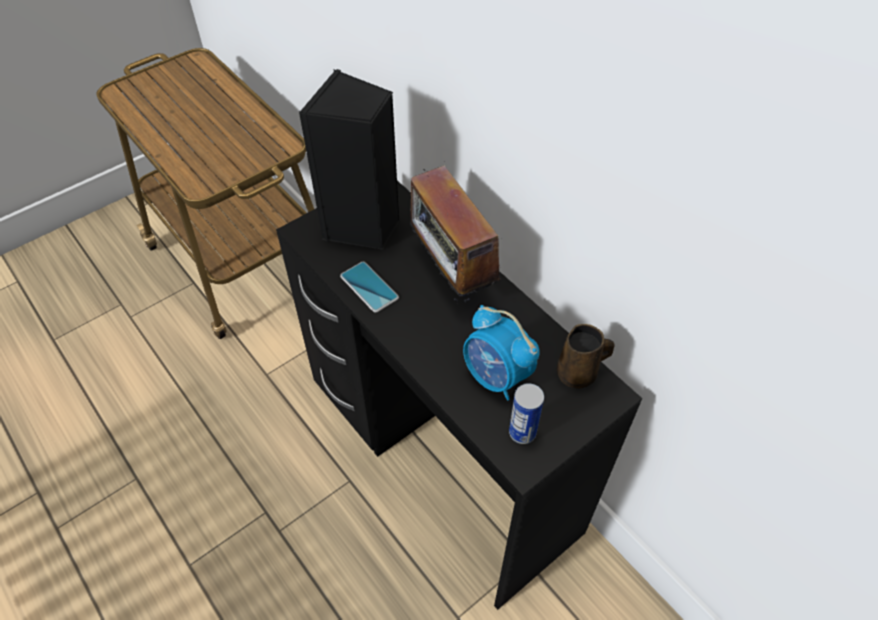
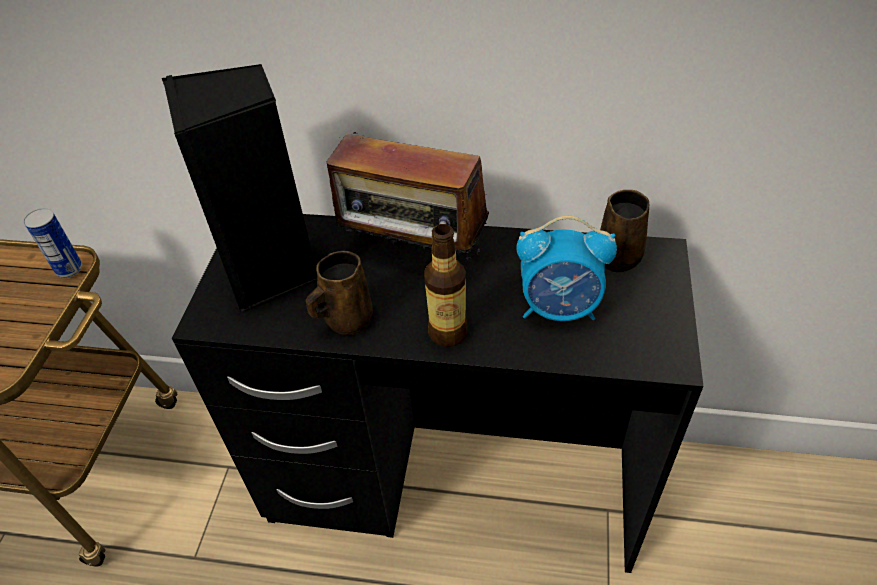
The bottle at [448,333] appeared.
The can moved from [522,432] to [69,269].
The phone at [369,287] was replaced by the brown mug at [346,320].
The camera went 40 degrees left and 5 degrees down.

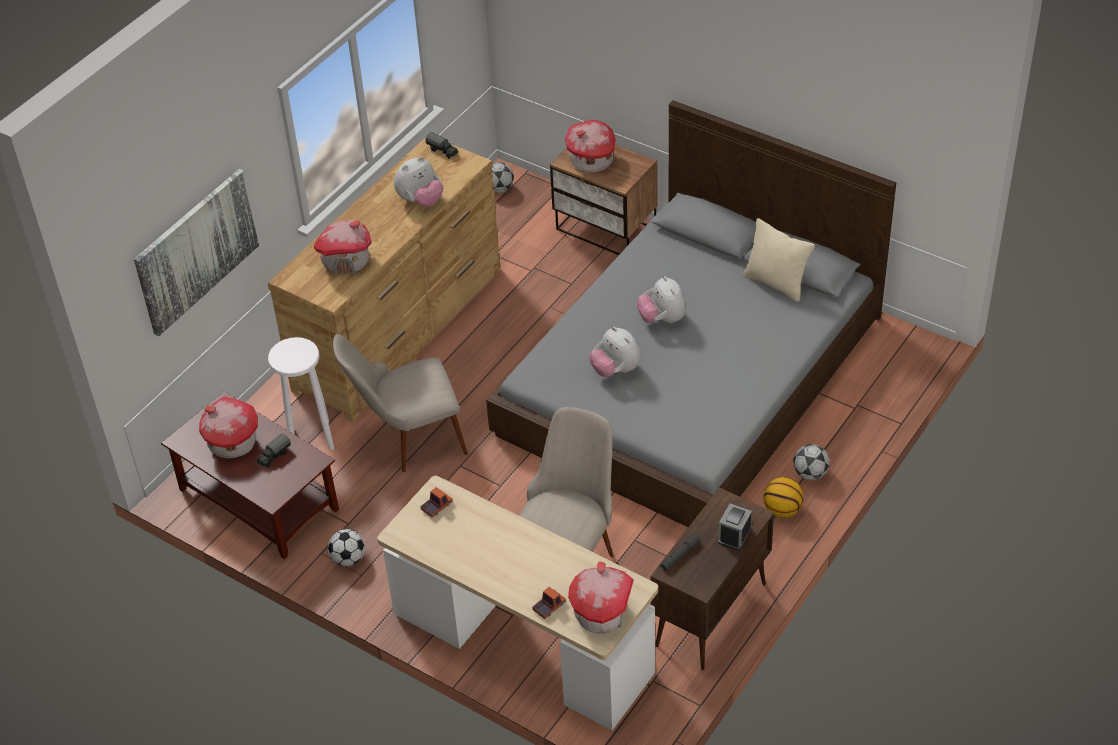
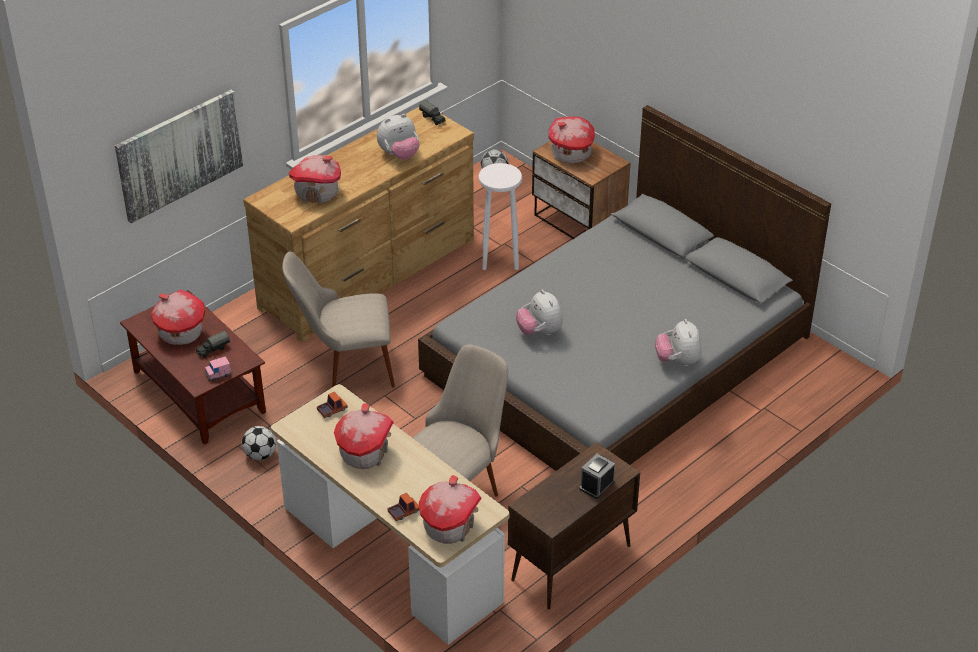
The grey flashlight at [680,555] disappeared.
The beige pillow at [776,283] disappeared.
The basketball at [782,510] disappeared.
The football at [810,473] disappeared.
The pink toy car at [218,374] appeared.
The toy house at [364,453] appeared.
The white stool moved from [310,438] to [499,258].
The plush toy moved from [662,319] to [678,361].
The camera went 10 degrees right and 5 degrees down.

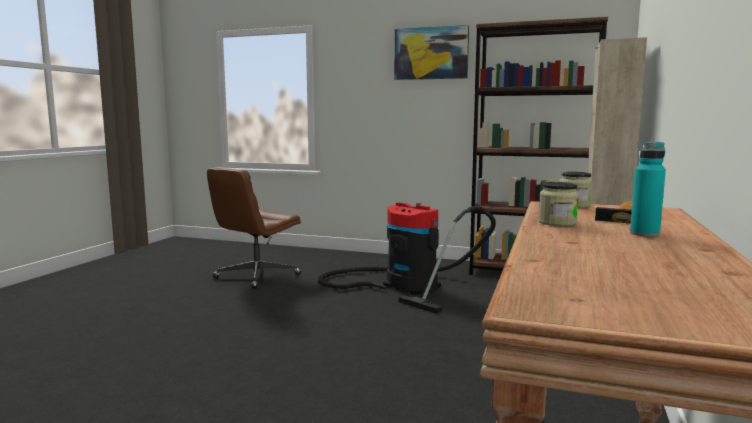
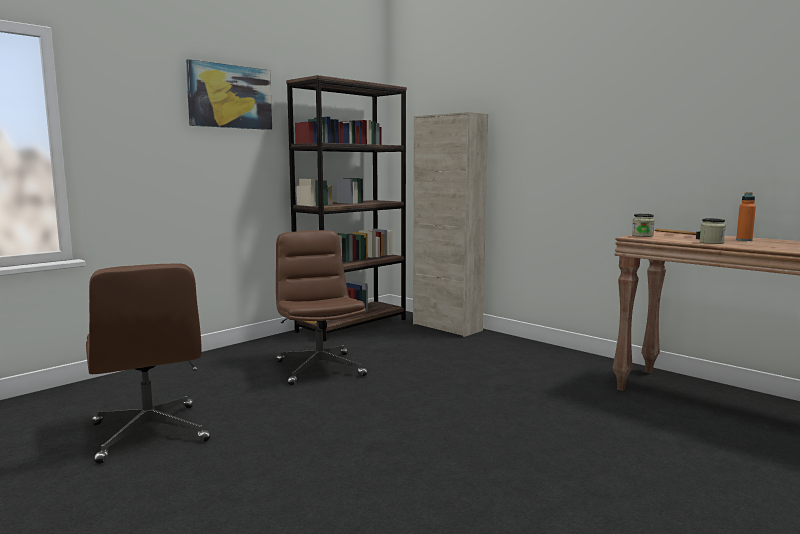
The vacuum cleaner at [405,285] was replaced by the brown office chair at [319,368].
The turquoise bottle at [644,234] became the orange bottle at [744,240].
The camera went 65 degrees left and 0 degrees up.

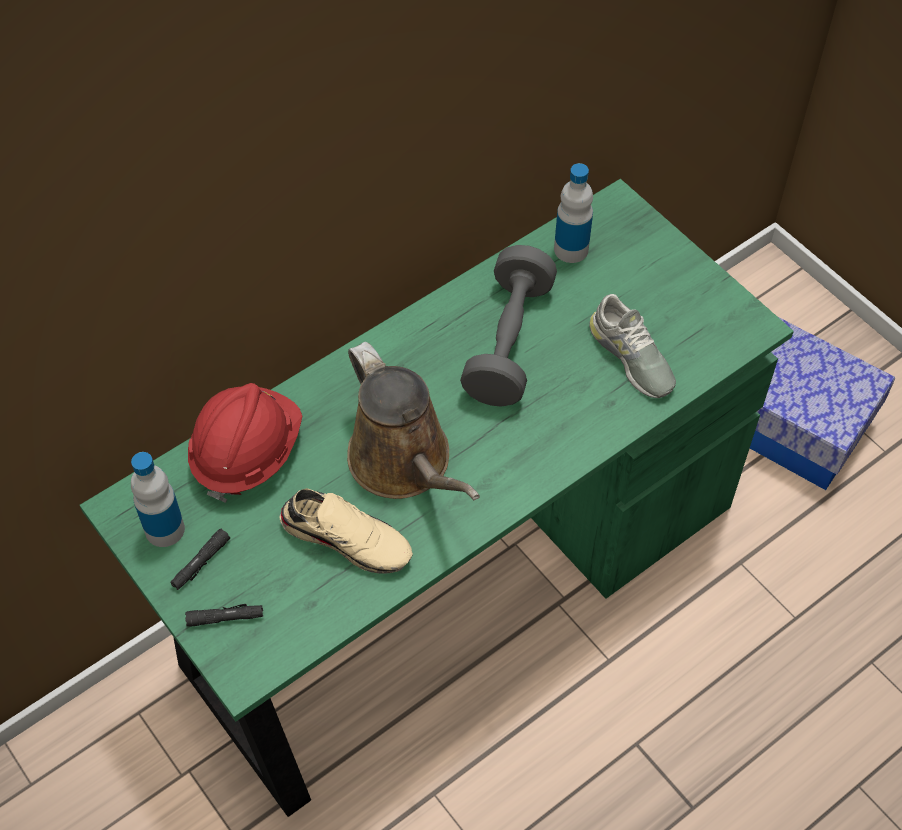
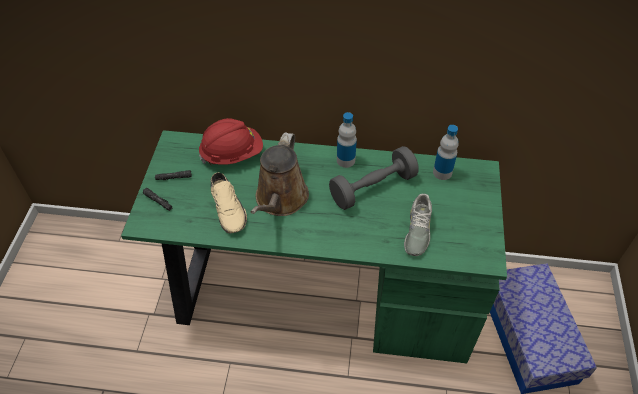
The bottle moved from [165,529] to [345,160].
The camera went 45 degrees right and 5 degrees down.

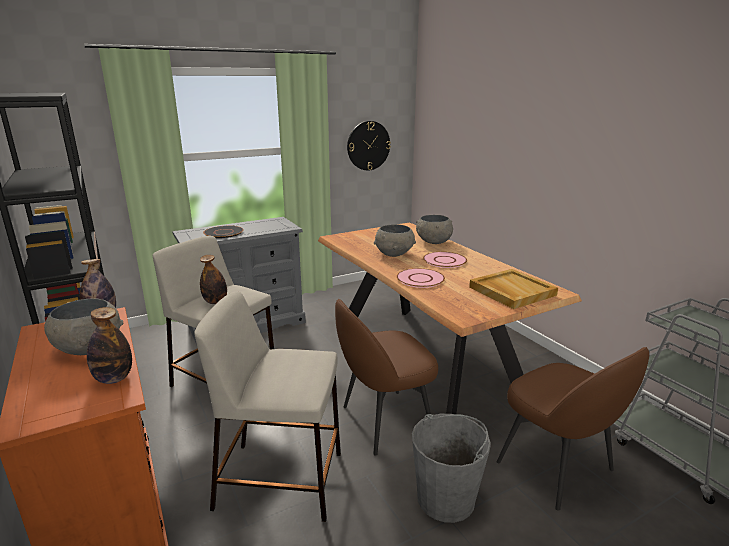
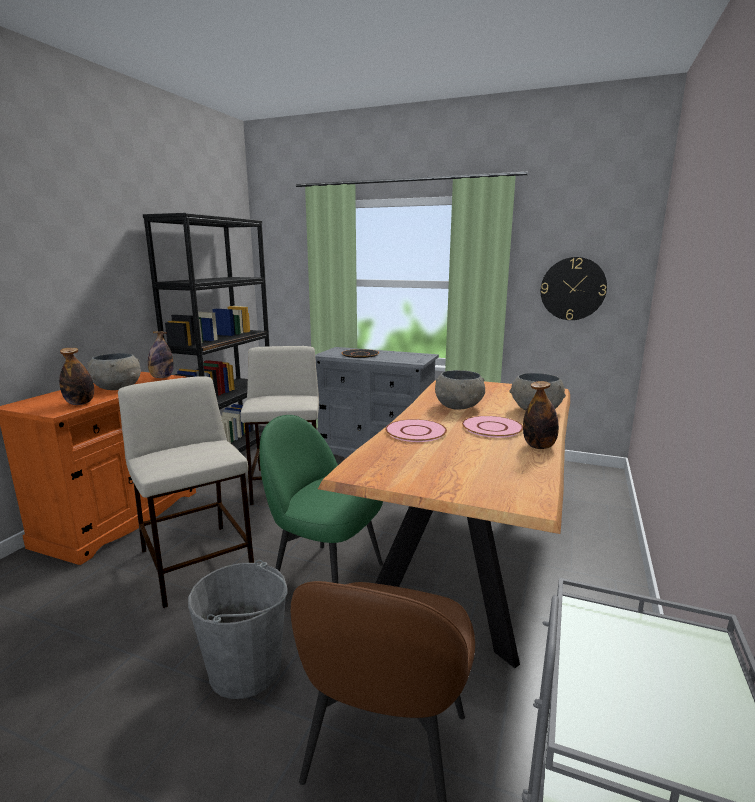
The beige tray at [511,291] disappeared.
The bottle moved from [215,302] to [539,446].
The brown chair at [384,421] became the green chair at [325,577].
The camera went 50 degrees right and 5 degrees down.

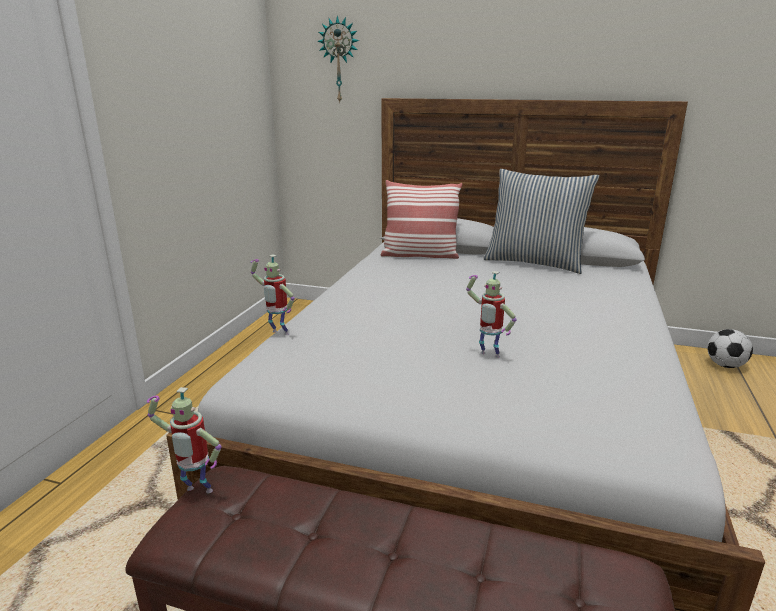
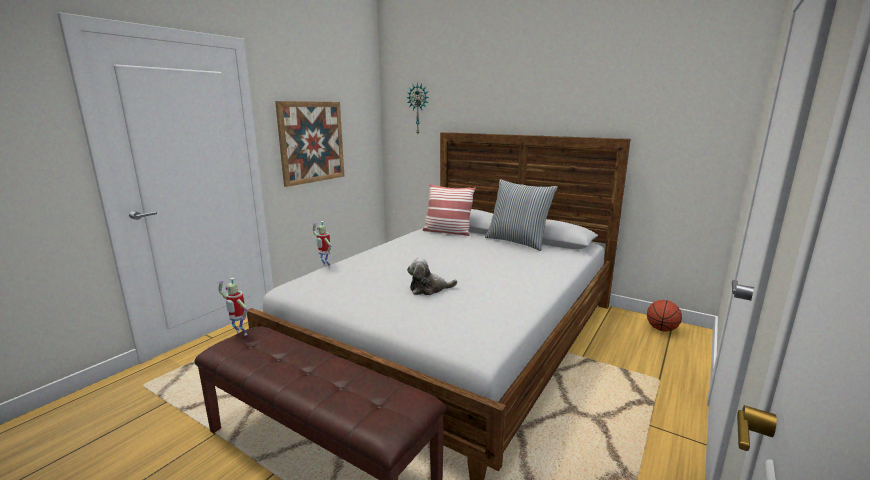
The picture at [312,142] appeared.
The toy robot at [488,356] was replaced by the plush toy at [429,289].
The football at [725,365] was replaced by the basketball at [661,329].
The camera went 15 degrees right and 5 degrees down.

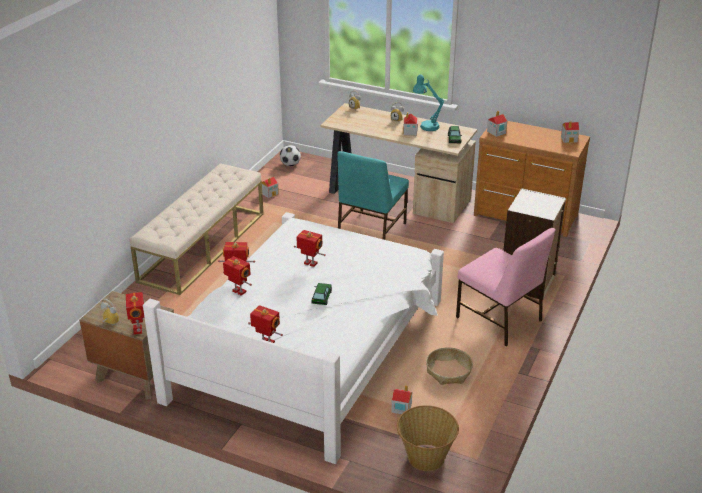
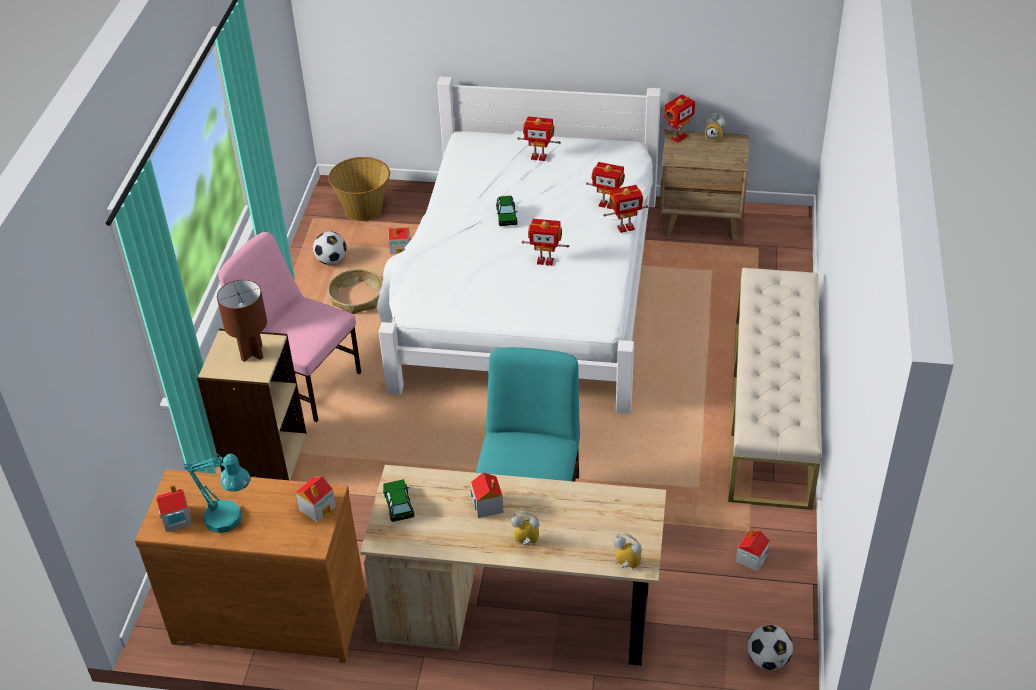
The brown table lamp at [251,353] appeared.
The football at [331,260] appeared.
The turquoise table lamp moved from [426,125] to [230,520].
The toy robot at [138,329] turned 75 degrees clockwise.
The camera went 165 degrees right and 10 degrees up.

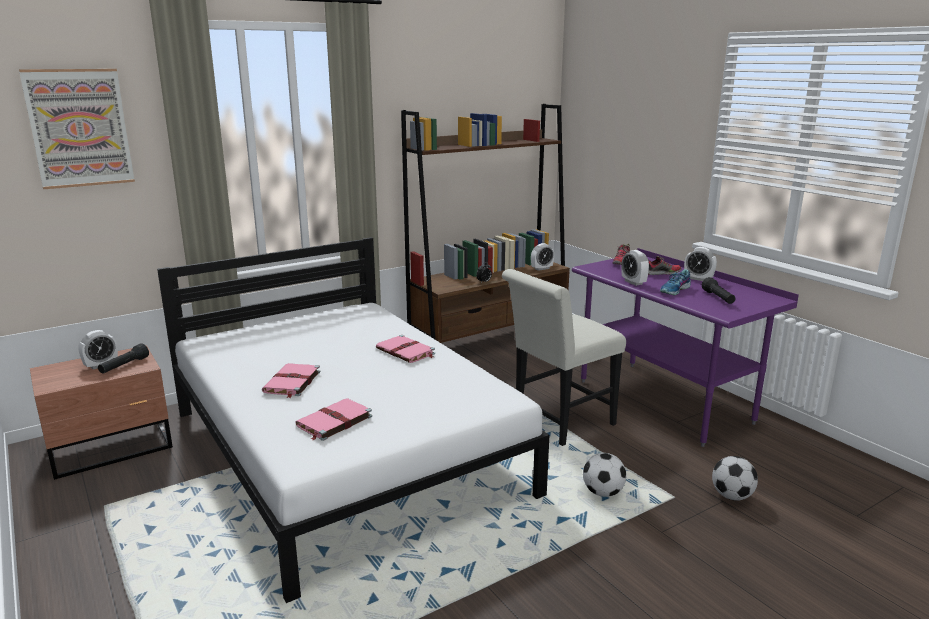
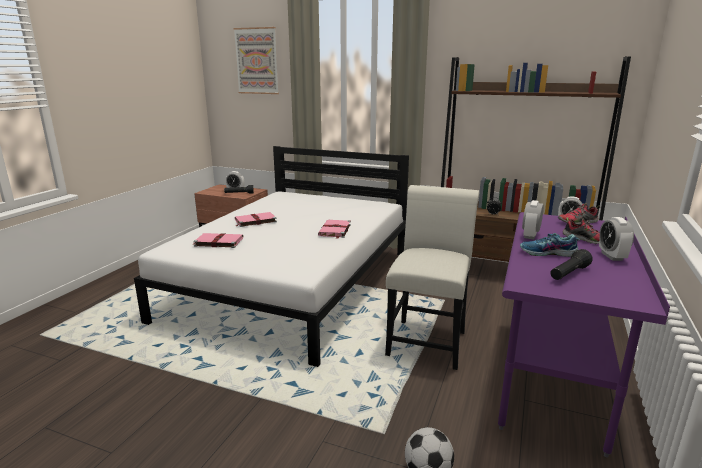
The football at [603,492] disappeared.
The white chair at [558,423] turned 90 degrees clockwise.
The camera went 55 degrees right and 0 degrees up.

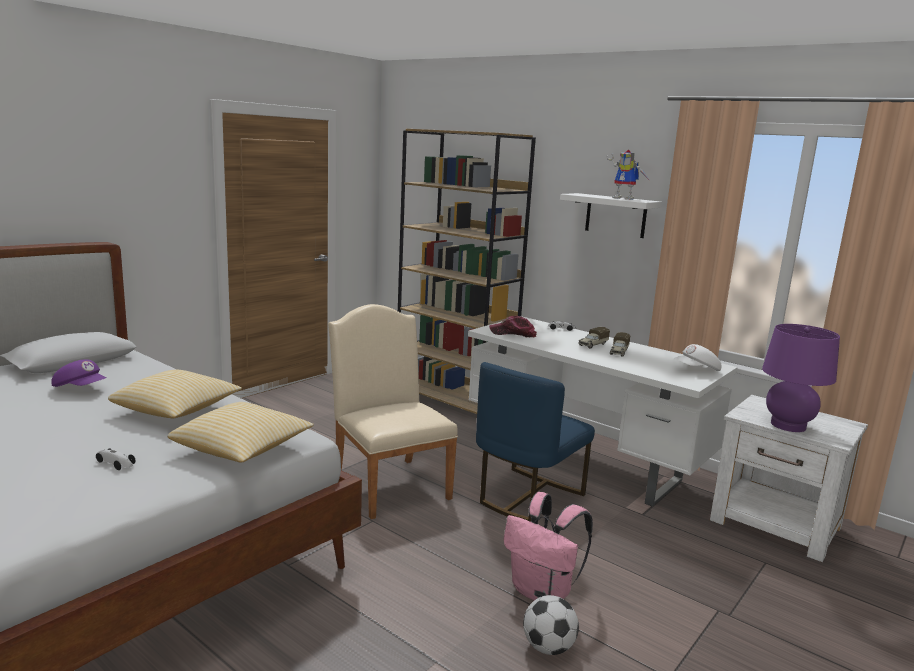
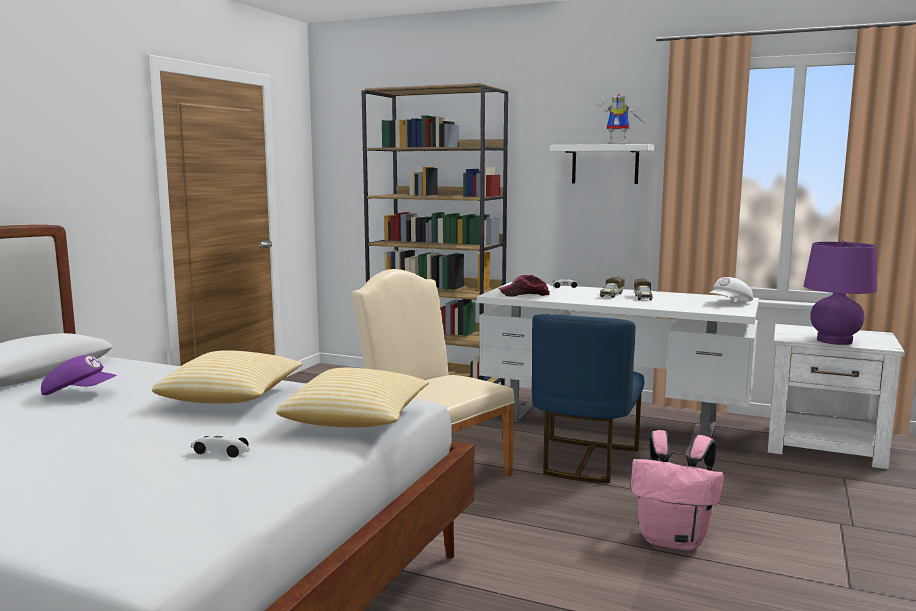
The football at [548,647] disappeared.
The camera went 15 degrees left and 5 degrees down.

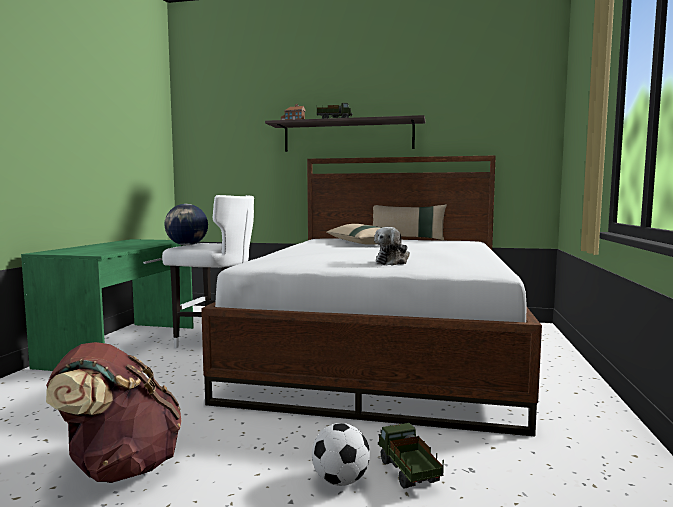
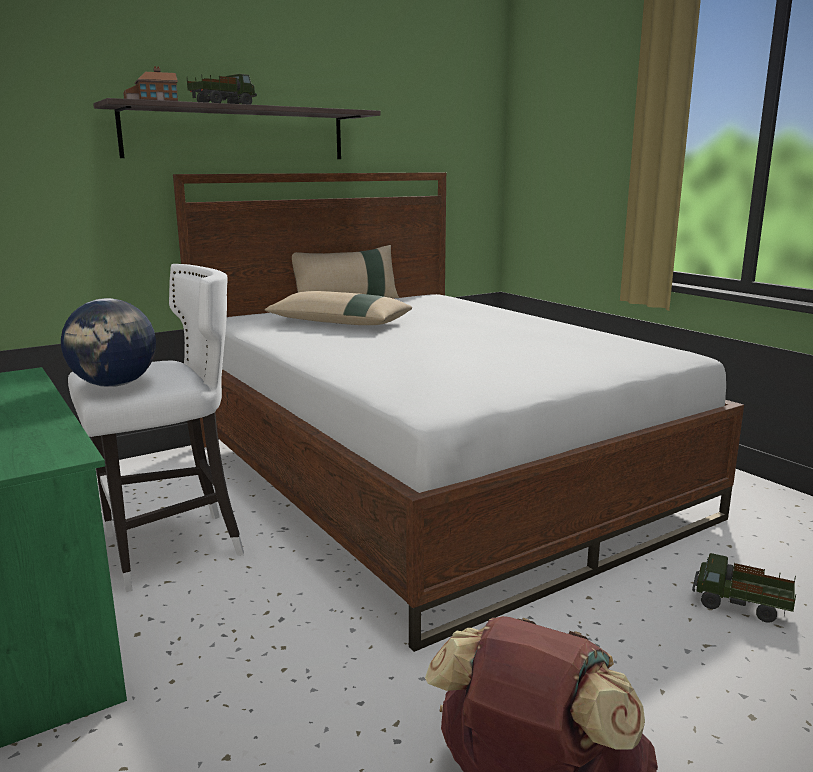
The football at [341,480] disappeared.
The plush toy at [392,262] disappeared.
The camera went 45 degrees left and 10 degrees up.

